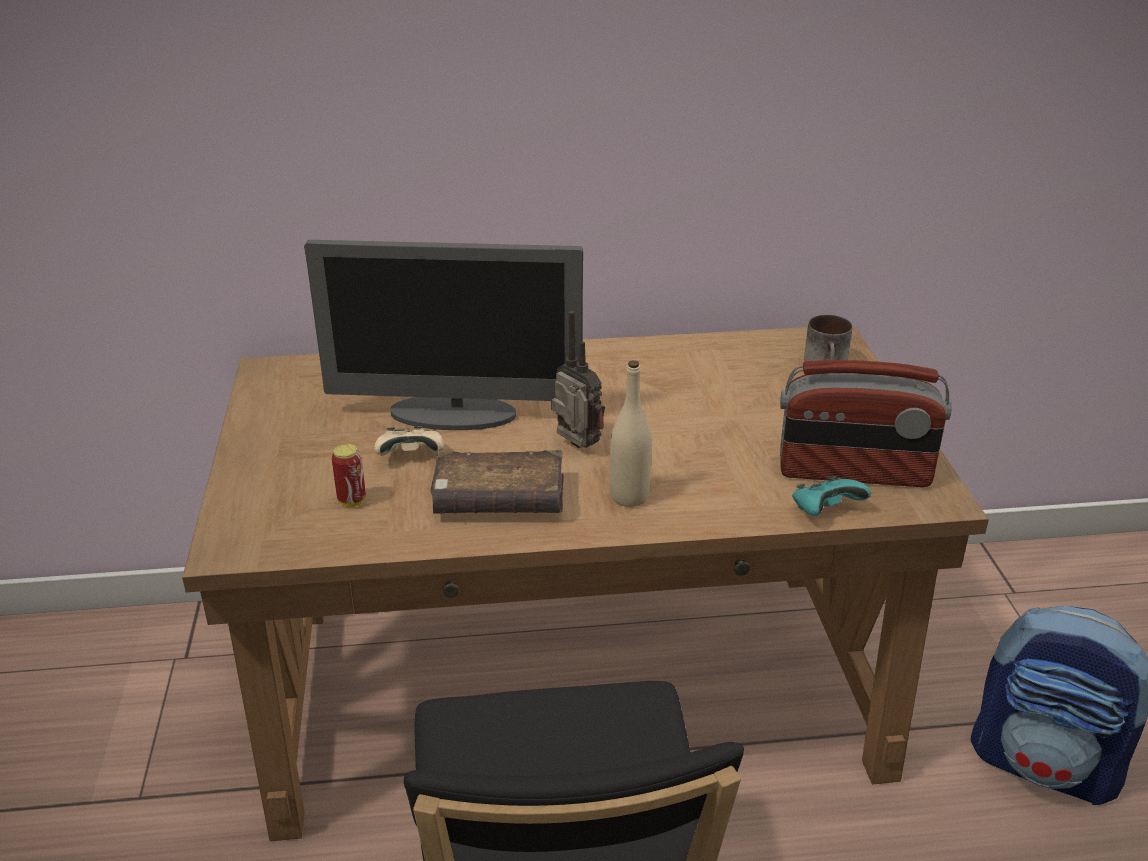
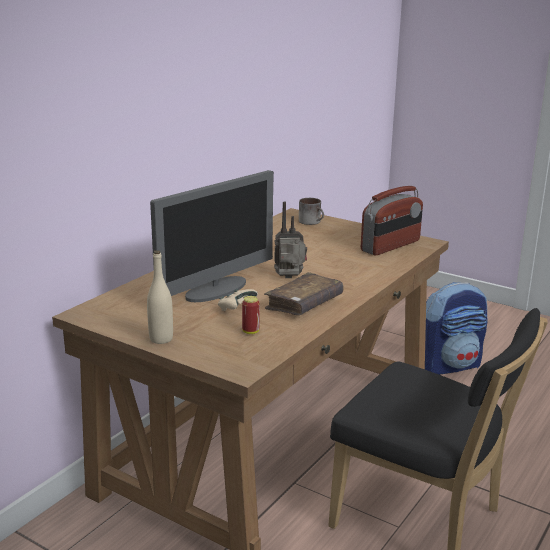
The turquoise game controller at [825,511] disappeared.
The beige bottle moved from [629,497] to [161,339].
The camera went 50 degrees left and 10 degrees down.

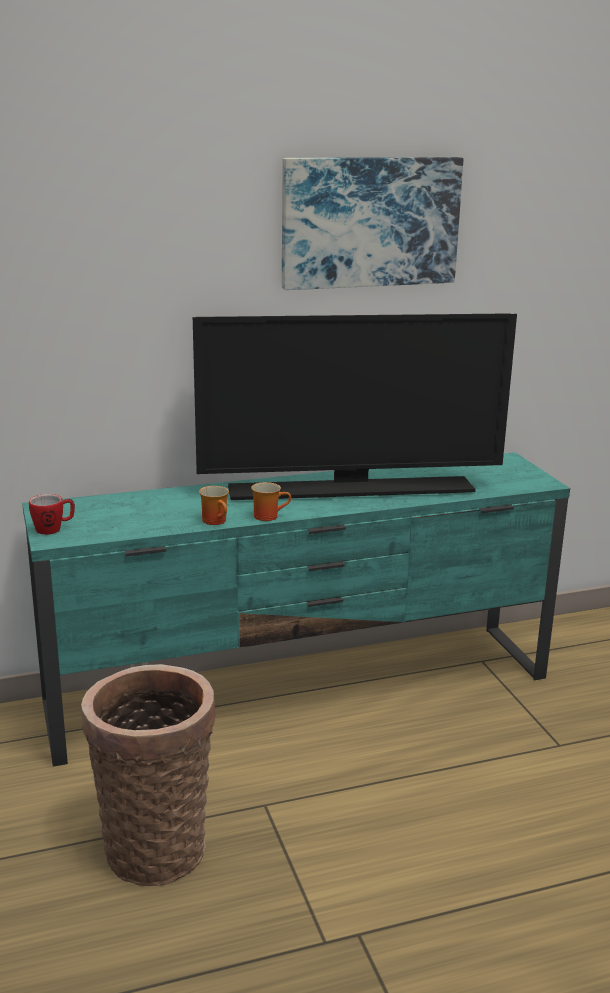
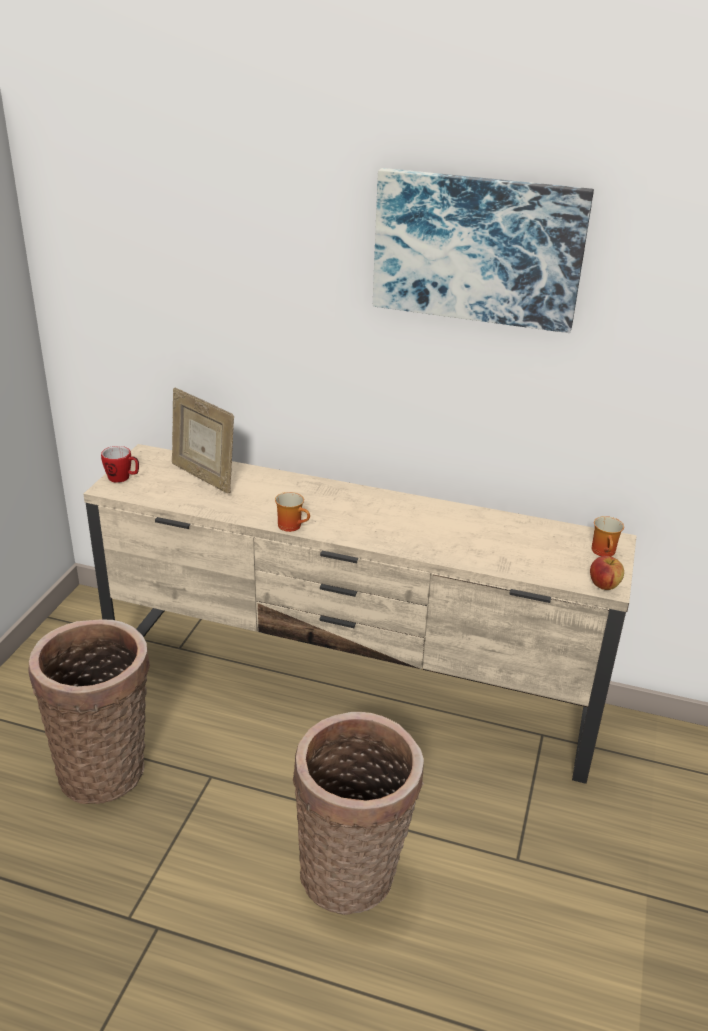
The television at [351,489] disappeared.
The picture frame at [203,477] appeared.
The basket at [354,874] appeared.
The apple at [604,585] appeared.
The mug moved from [217,521] to [605,552].
The turquoise tv stand at [303,690] became the beige tv stand at [350,687].
The camera went 35 degrees right and 10 degrees up.

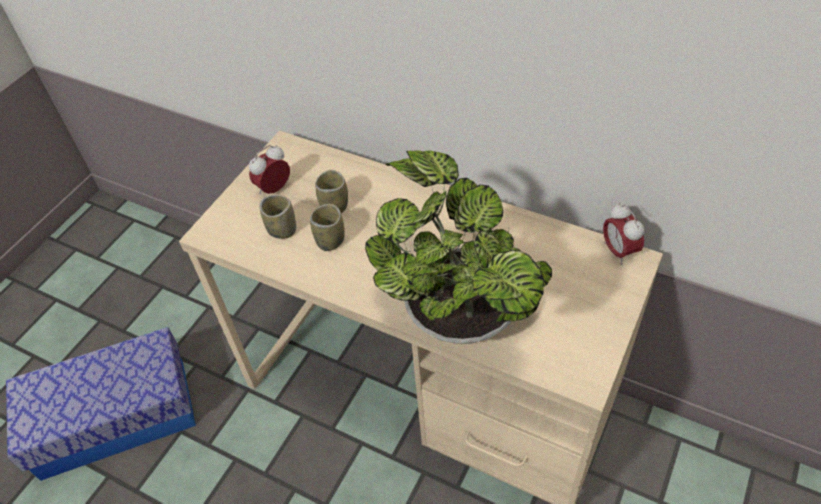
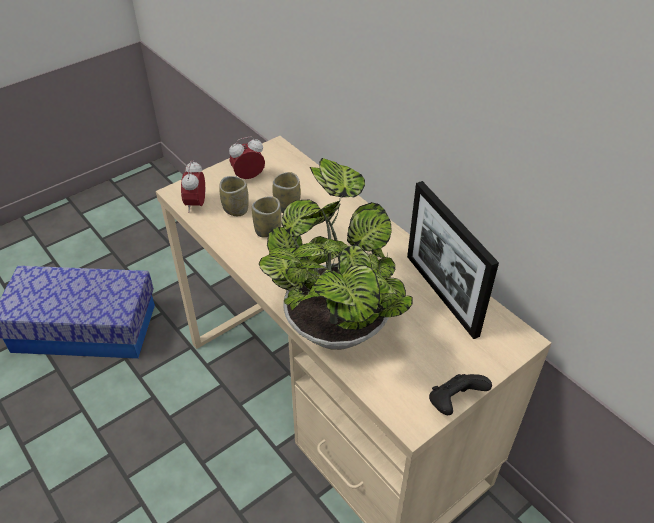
The picture frame at [441,294] appeared.
The black game controller at [454,403] appeared.
The alarm clock moved from [618,251] to [196,205].
The camera went 20 degrees right and 5 degrees down.

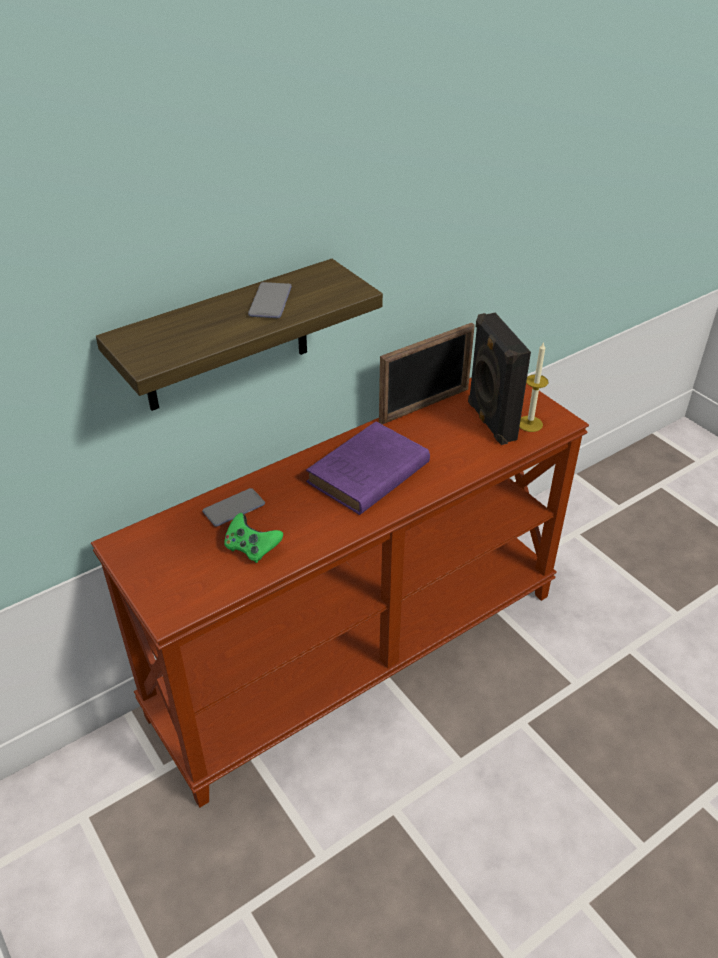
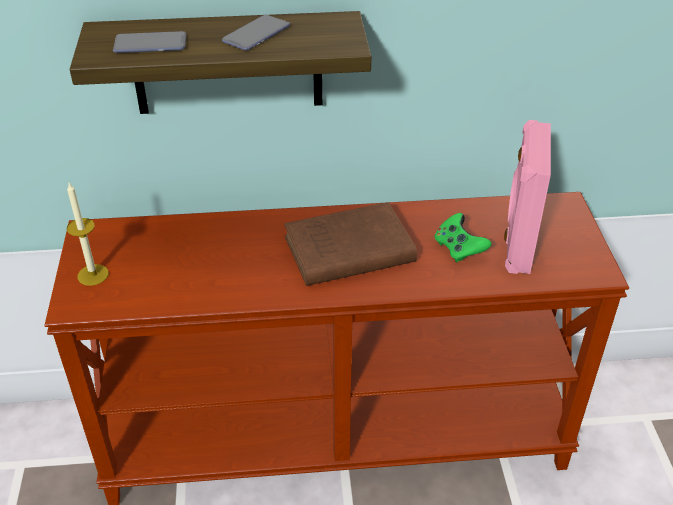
The picture frame at [425,406] disappeared.
The phone moved from [234,508] to [150,44].
The green game controller moved from [251,548] to [458,249].
The candle moved from [530,424] to [93,275].
The purple book at [366,475] became the brown book at [345,251].
The black speaker at [490,421] became the pink speaker at [516,245].
The camera went 30 degrees right and 0 degrees up.

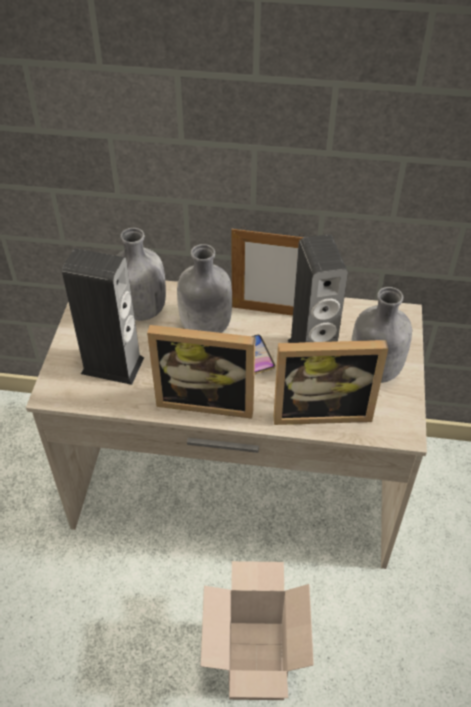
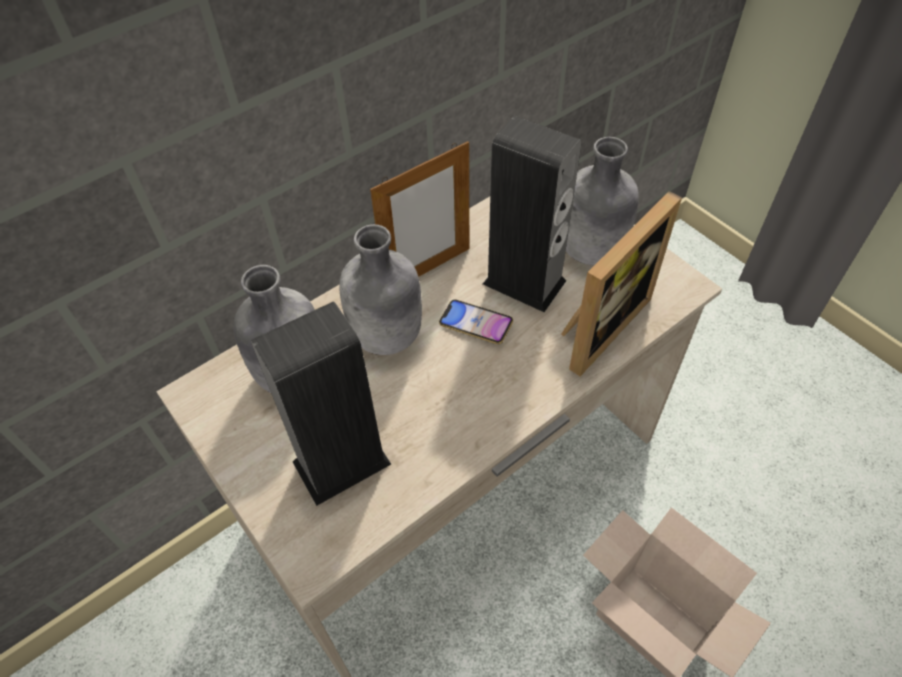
The picture frame at [206,399] disappeared.
The camera went 45 degrees left and 5 degrees up.

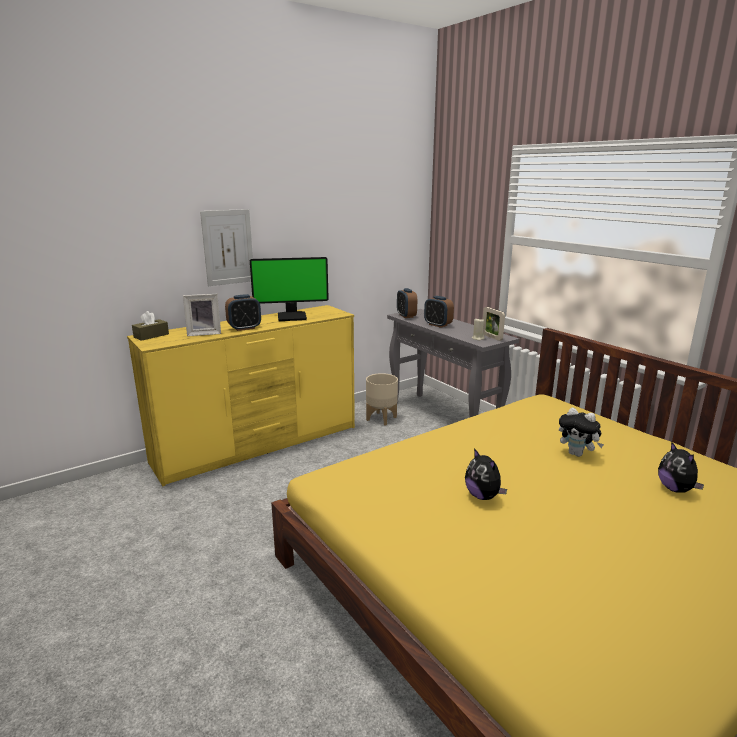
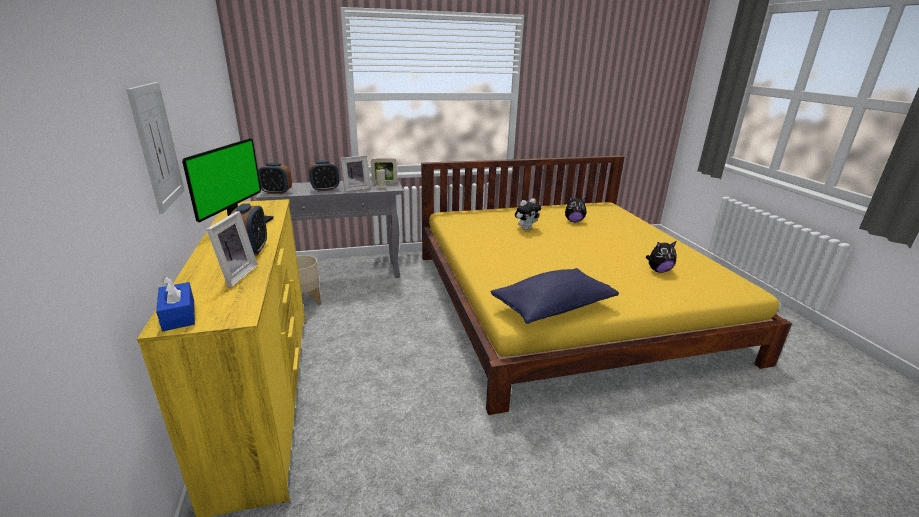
The picture frame at [356,188] appeared.
The blue pillow at [552,308] appeared.
The plush toy moved from [483,496] to [658,270].
The brown tissue box at [151,335] became the blue tissue box at [179,315].
The camera went 70 degrees left and 5 degrees up.

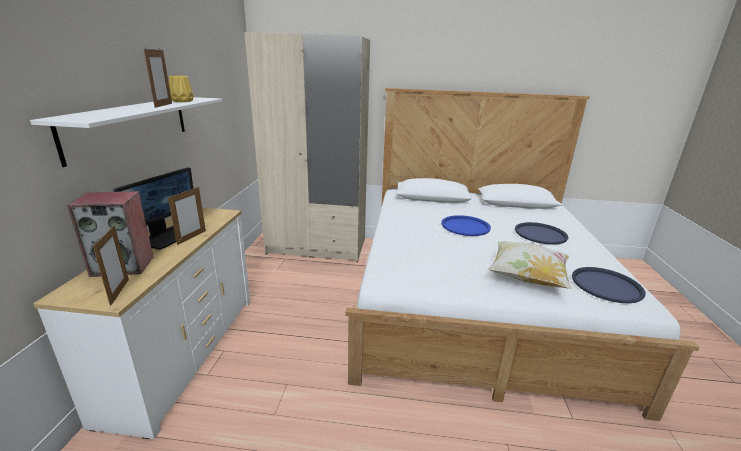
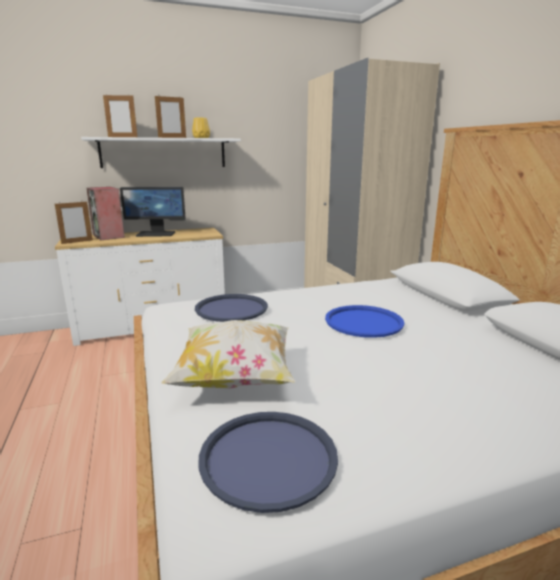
The picture frame moved from [191,237] to [122,137].
The blue tray moved from [540,234] to [231,309].
The camera went 65 degrees right and 5 degrees down.

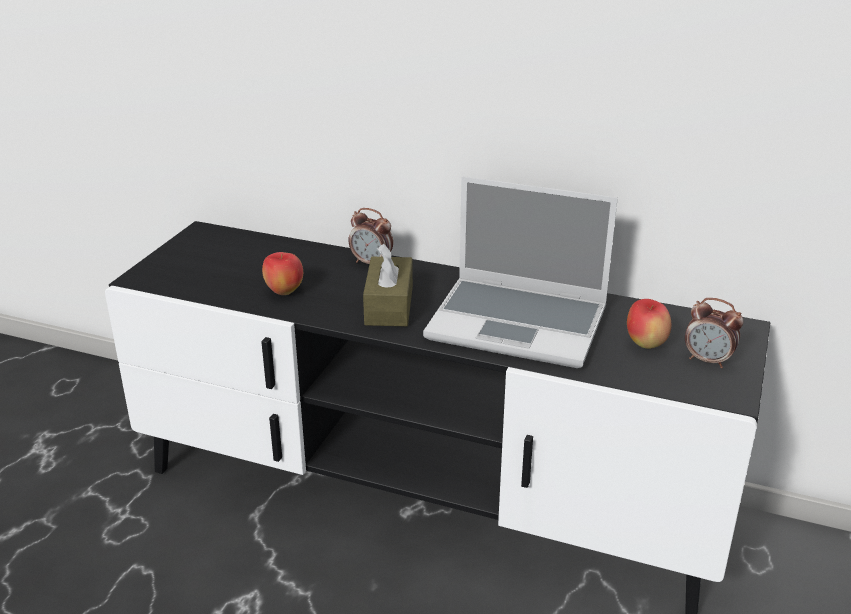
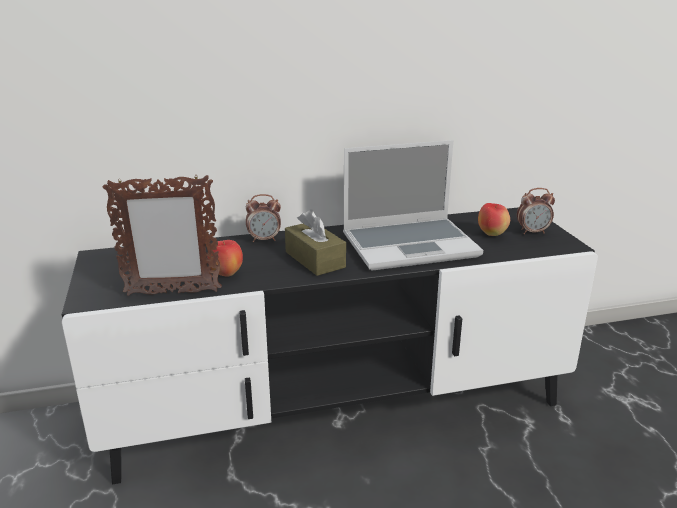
The picture frame at [172,293] appeared.
The camera went 35 degrees left and 5 degrees down.

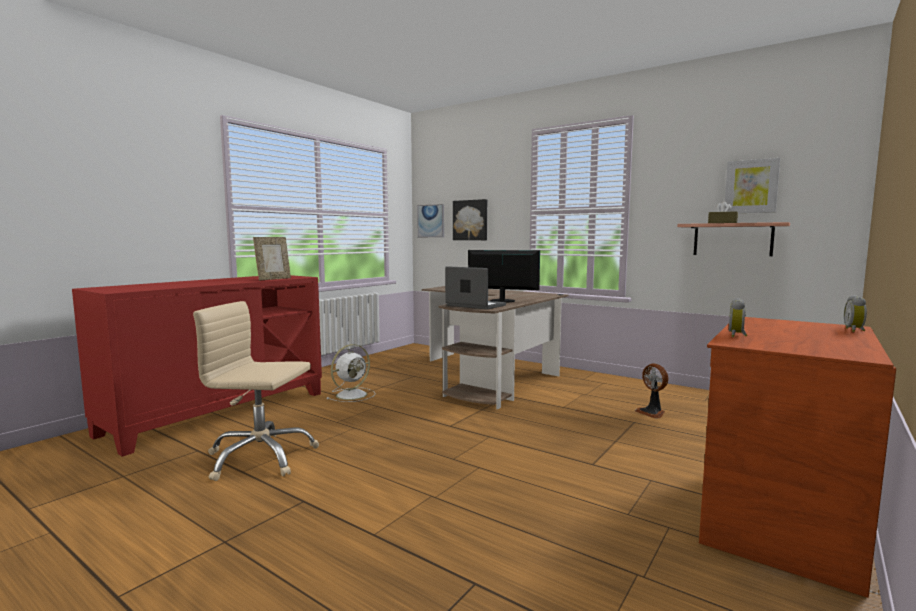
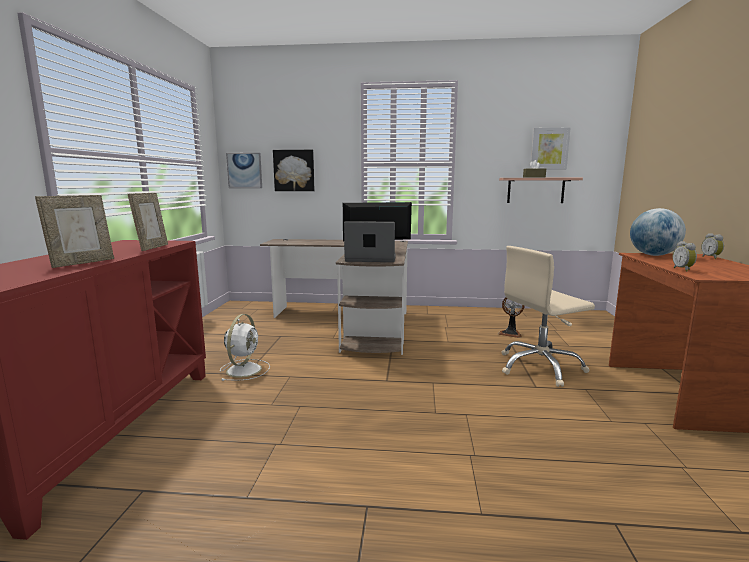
The picture frame at [82,263] appeared.
The globe at [653,255] appeared.
The beige office chair moved from [260,457] to [540,367].
The camera went 30 degrees left and 5 degrees up.

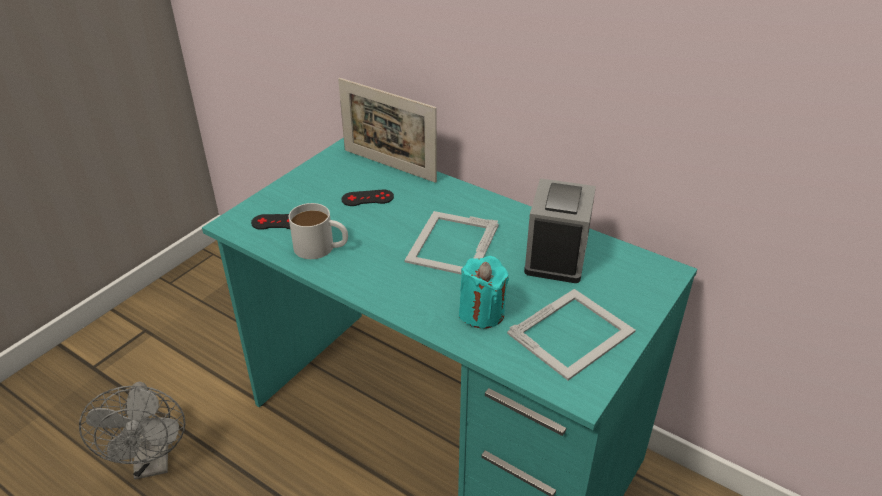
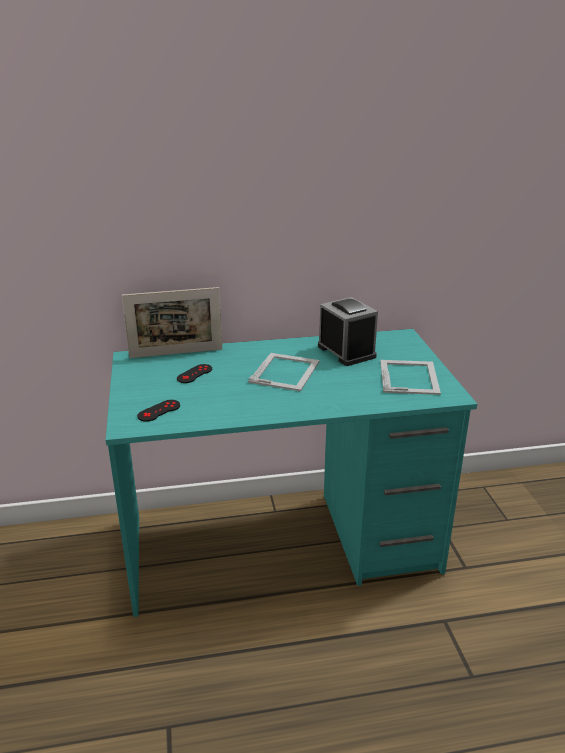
The grey fan at [153,463] disappeared.
The white mug at [321,248] disappeared.
The turquoise candle at [481,313] disappeared.
The picture frame at [451,244] turned 135 degrees counterclockwise.
The camera went 45 degrees left and 10 degrees down.

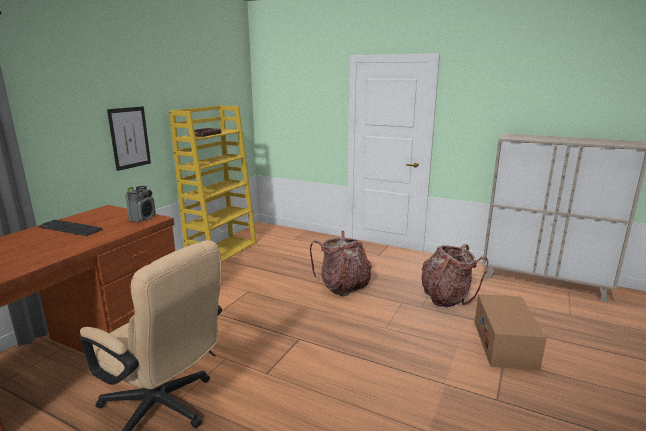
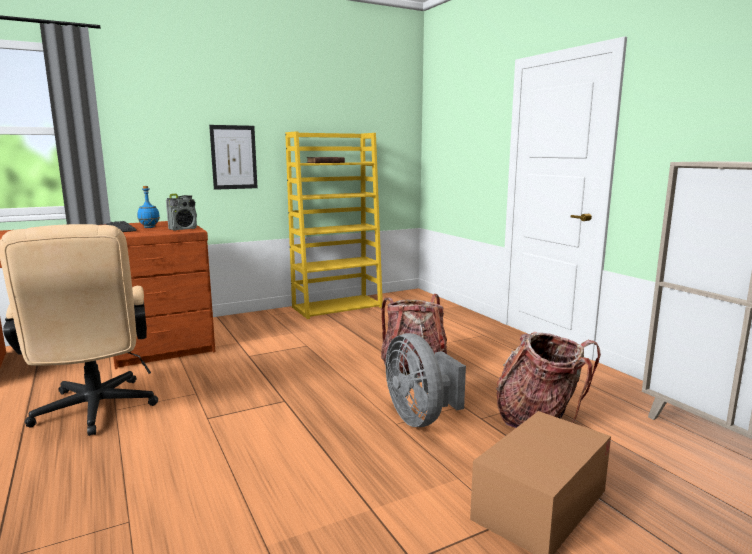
The blue bottle at [149,227] appeared.
The grey fan at [420,418] appeared.
The camera went 35 degrees right and 5 degrees down.

